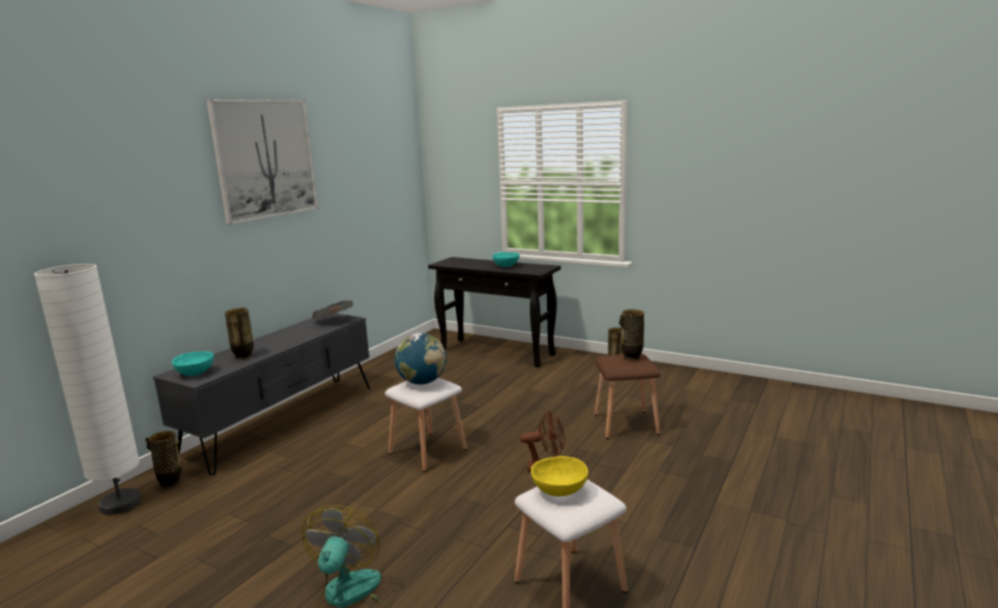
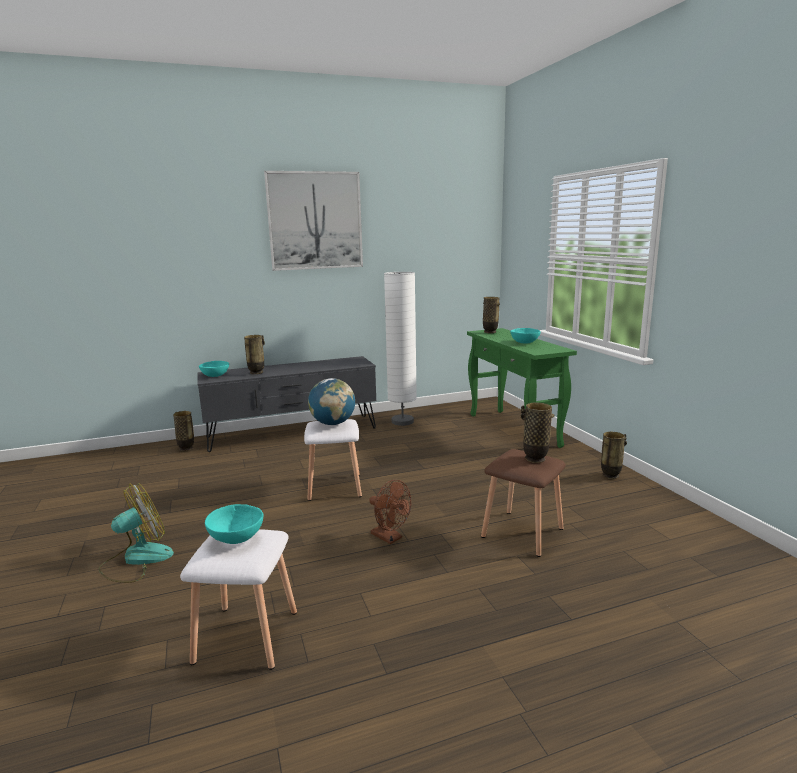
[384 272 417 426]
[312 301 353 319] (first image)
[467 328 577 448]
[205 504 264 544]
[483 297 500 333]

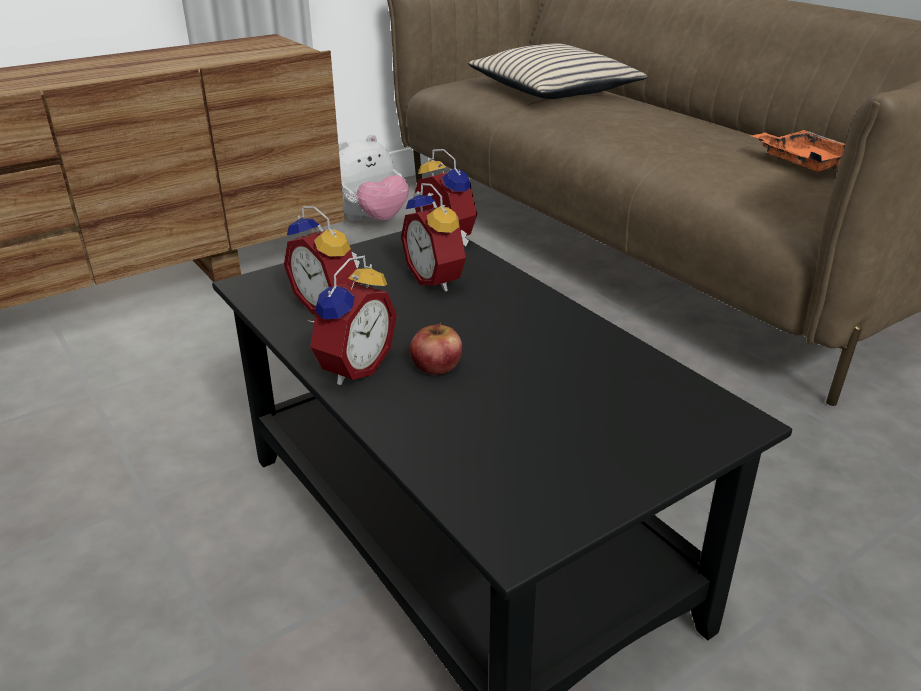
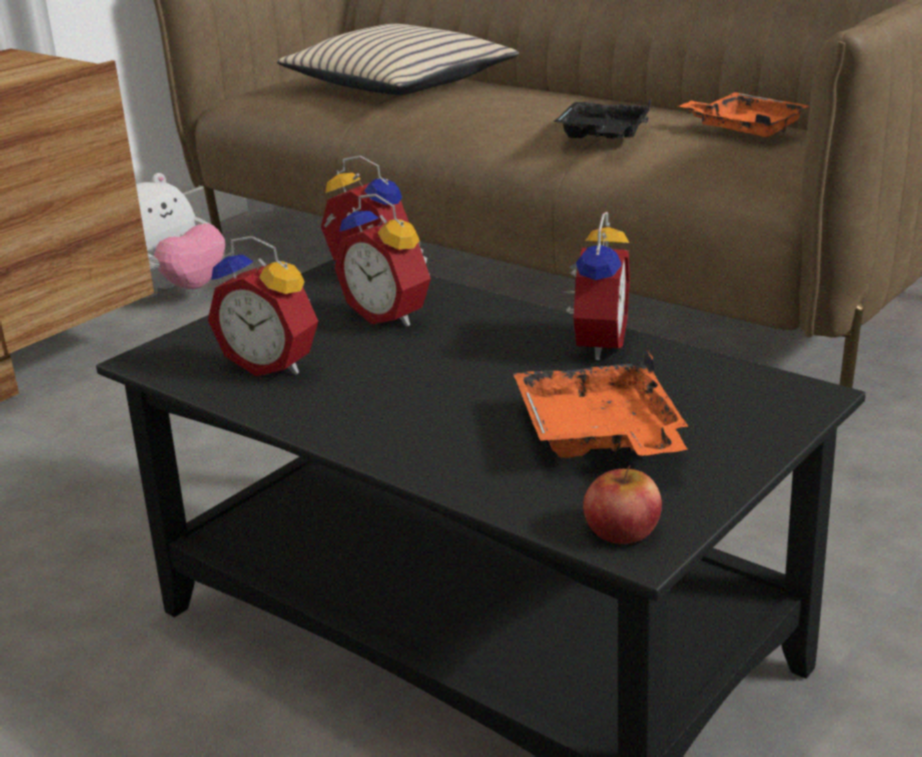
[561 212 630 360]
[583 465 662 544]
[513 350 688 458]
[554 99 652 139]

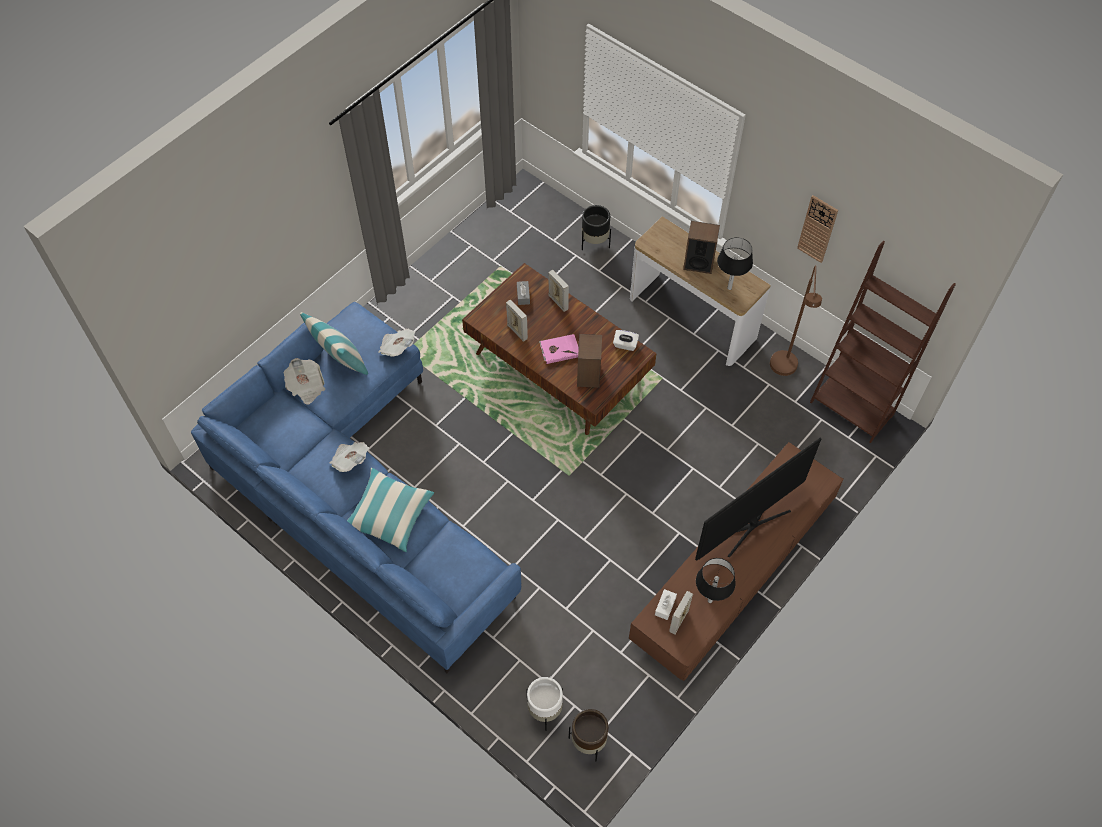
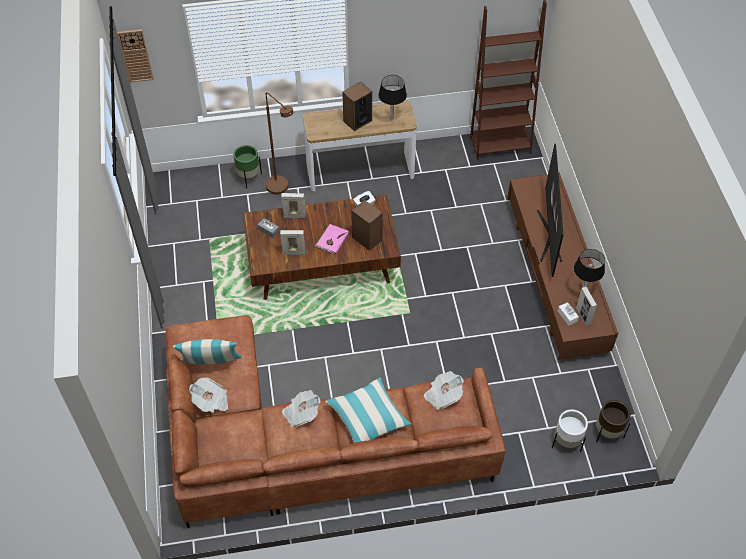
[166 315 505 528]
[424 371 464 410]
[233 145 262 189]
[266 92 294 195]
[117 29 154 83]

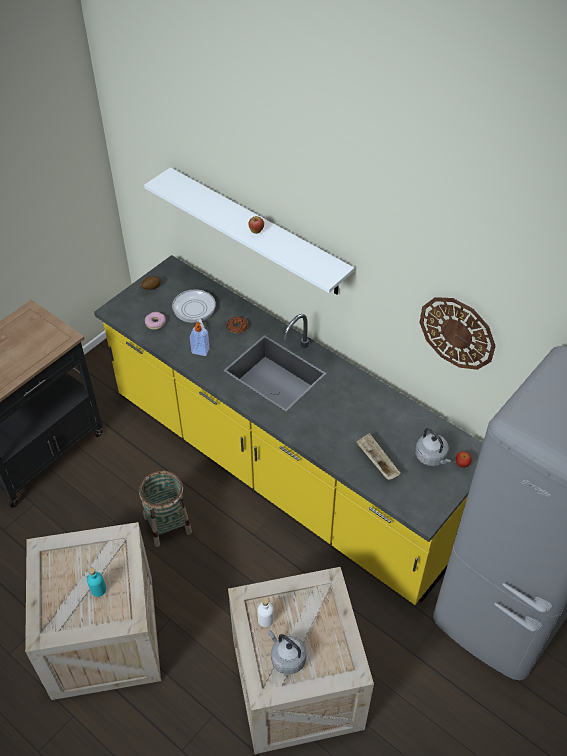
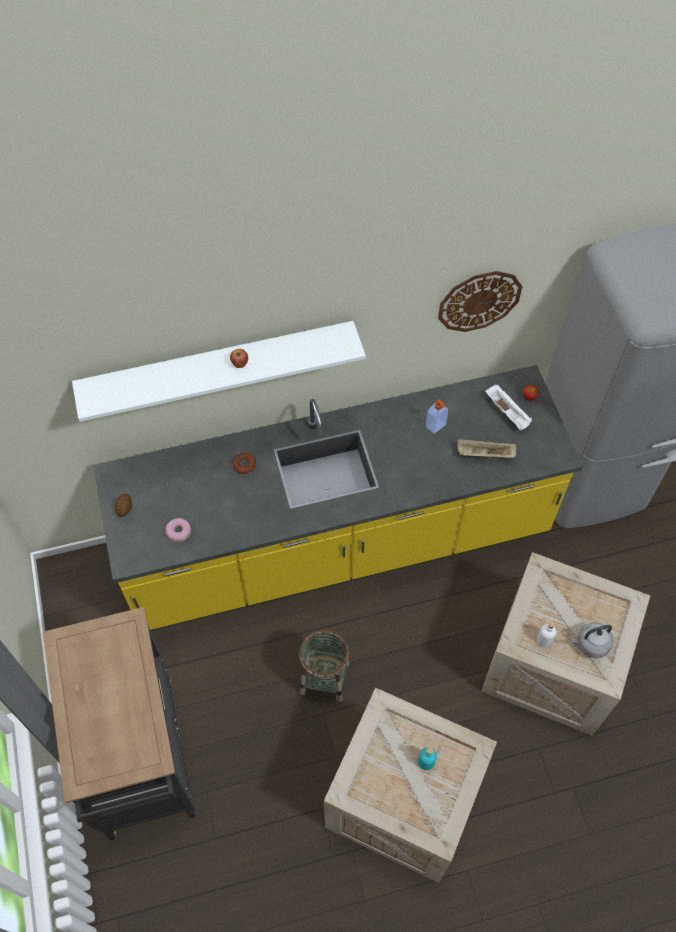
[172 289 216 328] (first image)
[426 399 448 434]
[485 385 532 430]

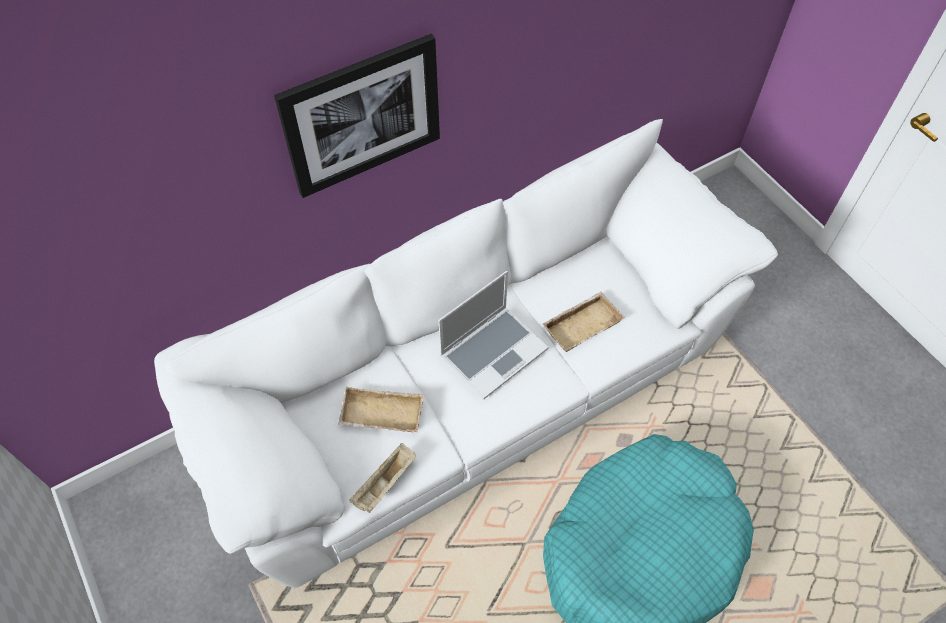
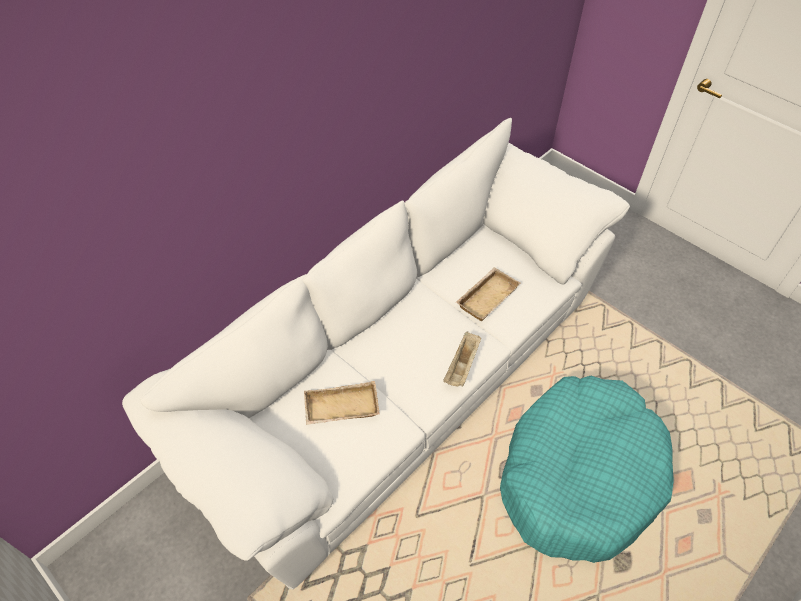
[274 34 440 198] (first image)
[443 331 481 387]
[439 271 548 400] (first image)

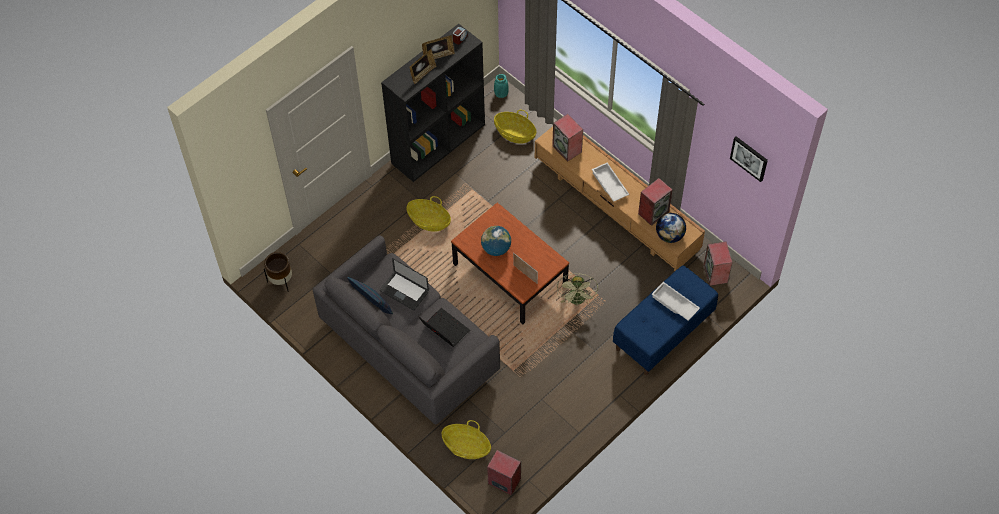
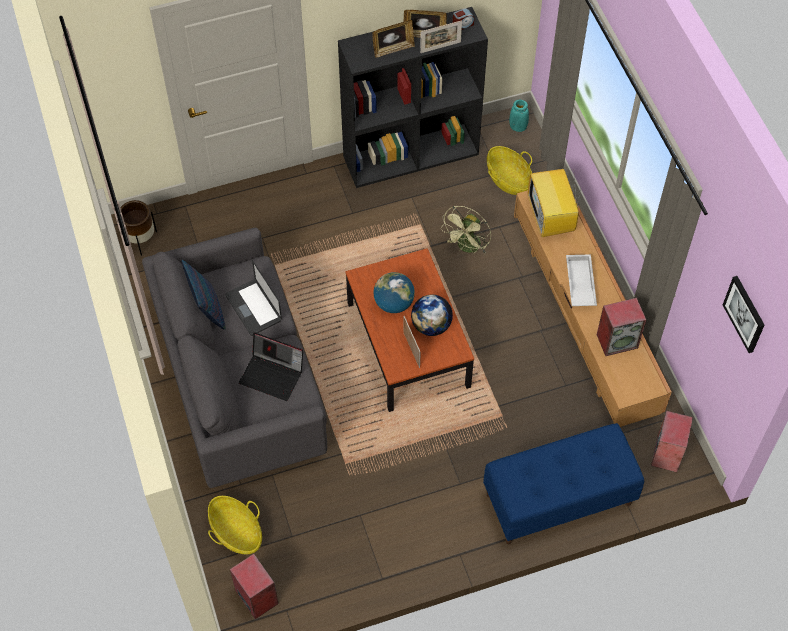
[407 196 451 232] (first image)
[239 332 303 401]
[528 169 581 237]
[440 206 491 254]
[652 282 700 321] (first image)
[411 295 453 336]
[420 20 462 53]

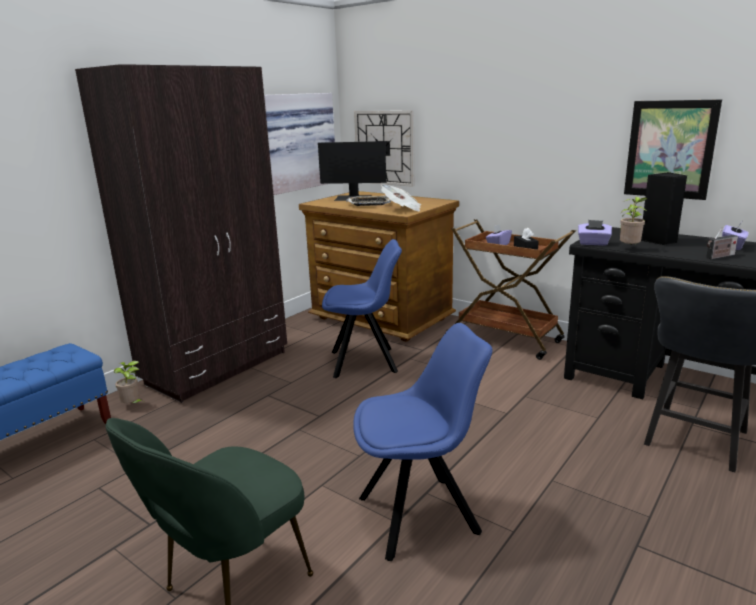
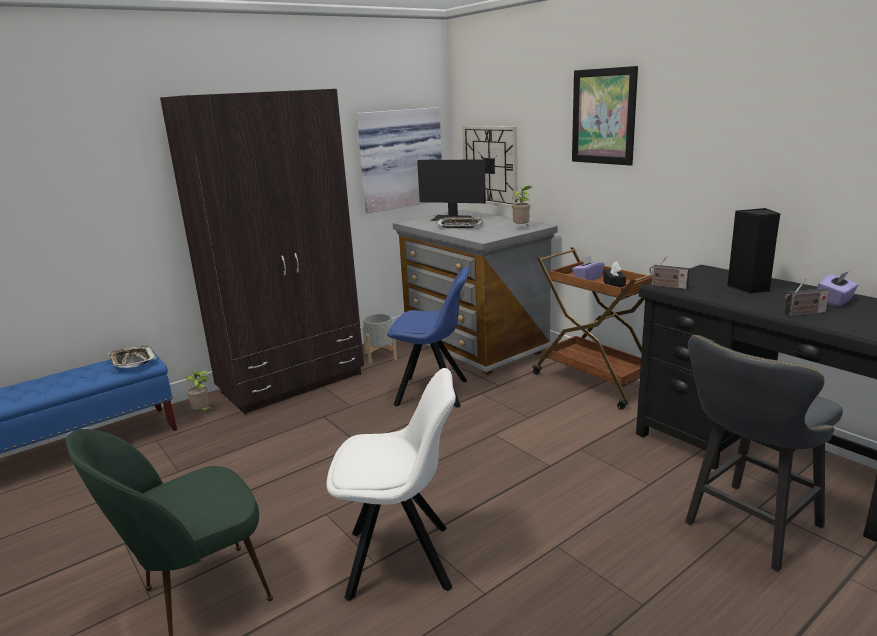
[393 210 558 375]
[327 368 456 601]
[381 184 421 211] (first image)
[649 256 690 289]
[512 185 531 225]
[572 66 638 166]
[108 346 156 368]
[362 314 397 364]

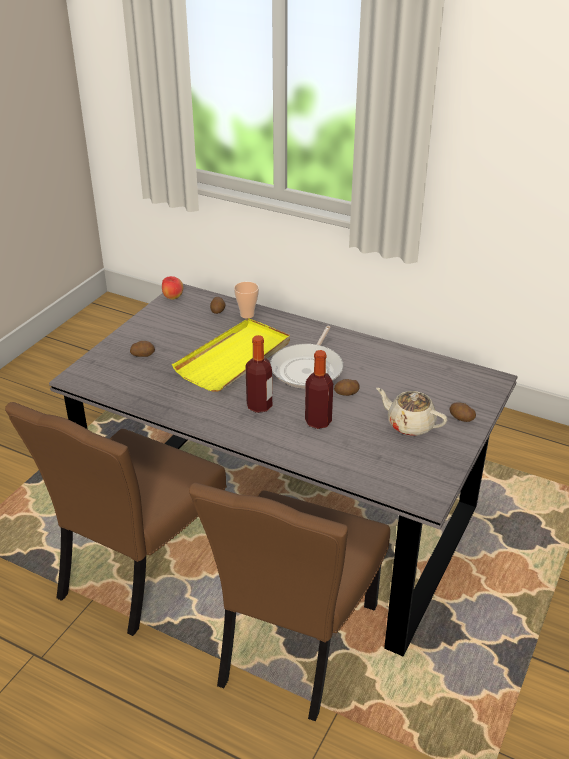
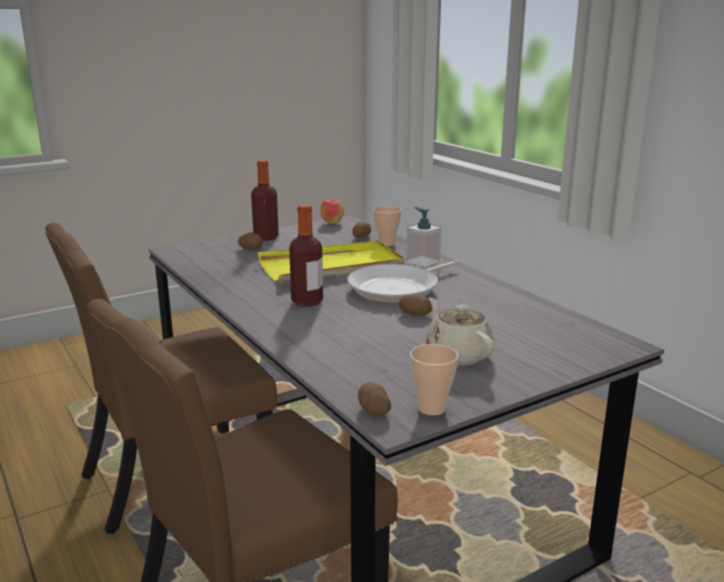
[251 160 279 241]
[358 382 391 416]
[406 207 441 267]
[410 344 458 416]

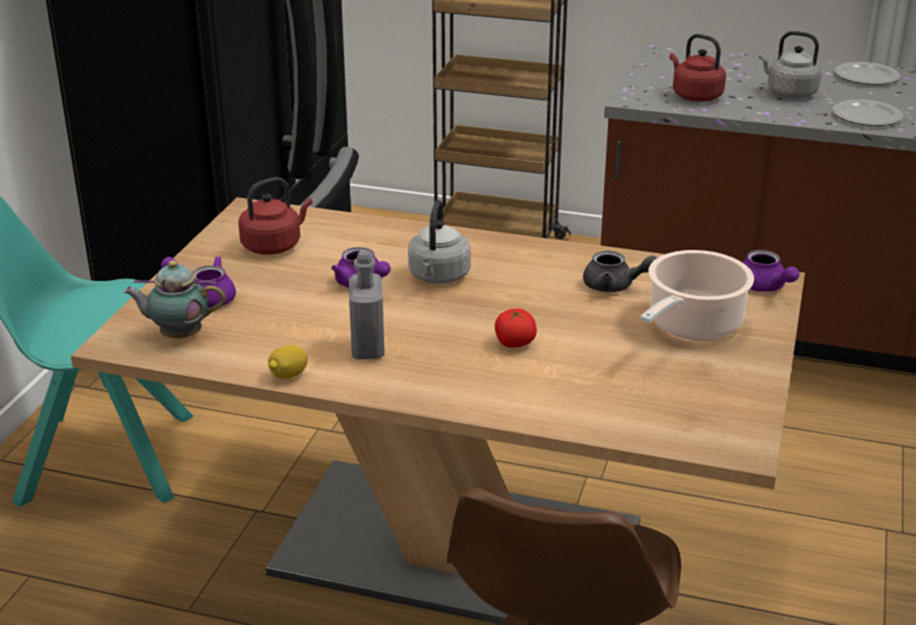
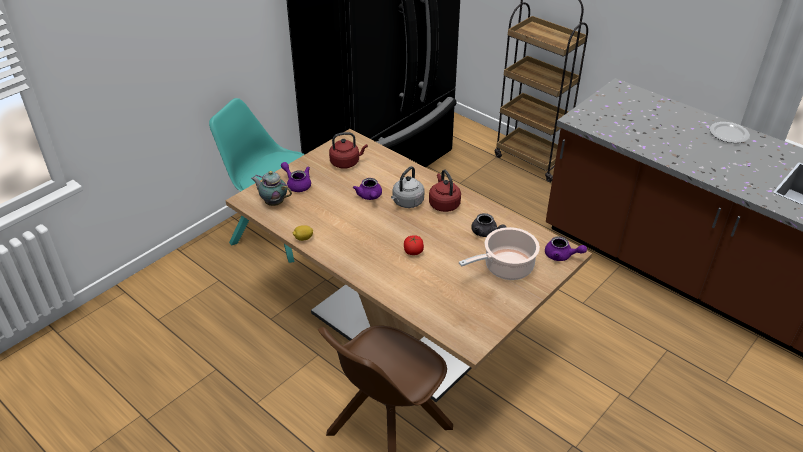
[349 250 385 360] (first image)
[429 170 461 212]
[545 236 587 261]
[759 31 822 98] (first image)
[833 100 903 126] (first image)

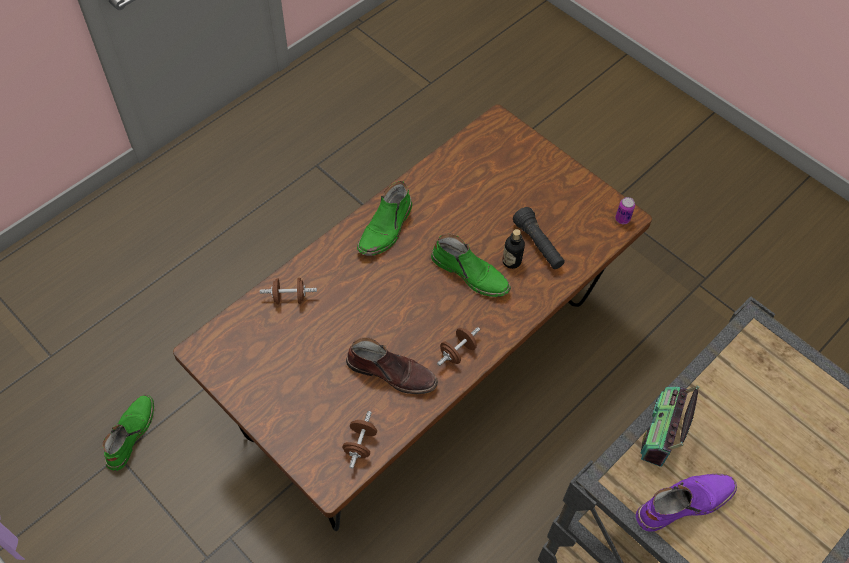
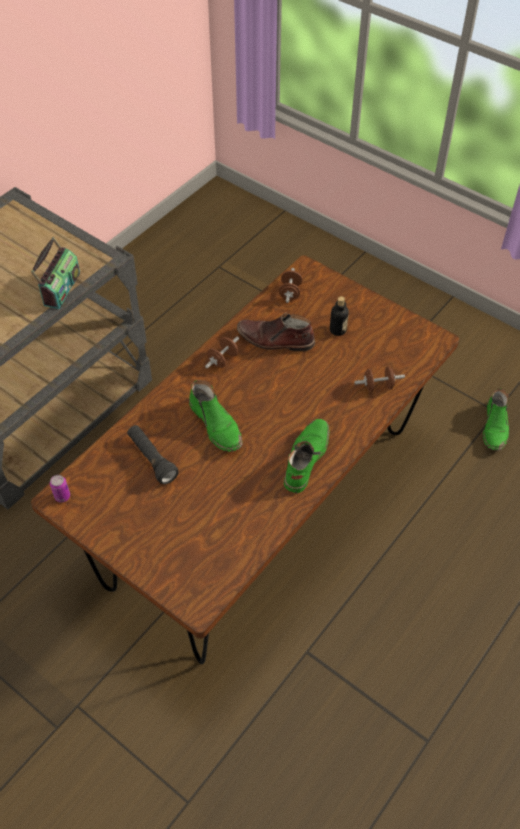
[189 380 243 452]
[330 296 349 336]
[636 473 737 532] (first image)

